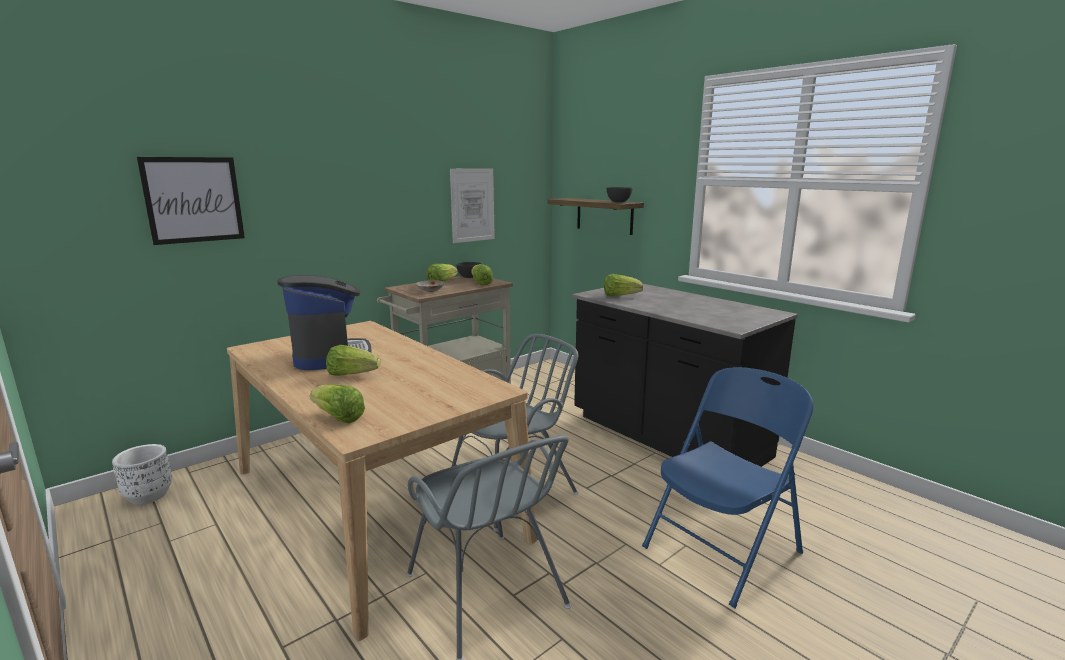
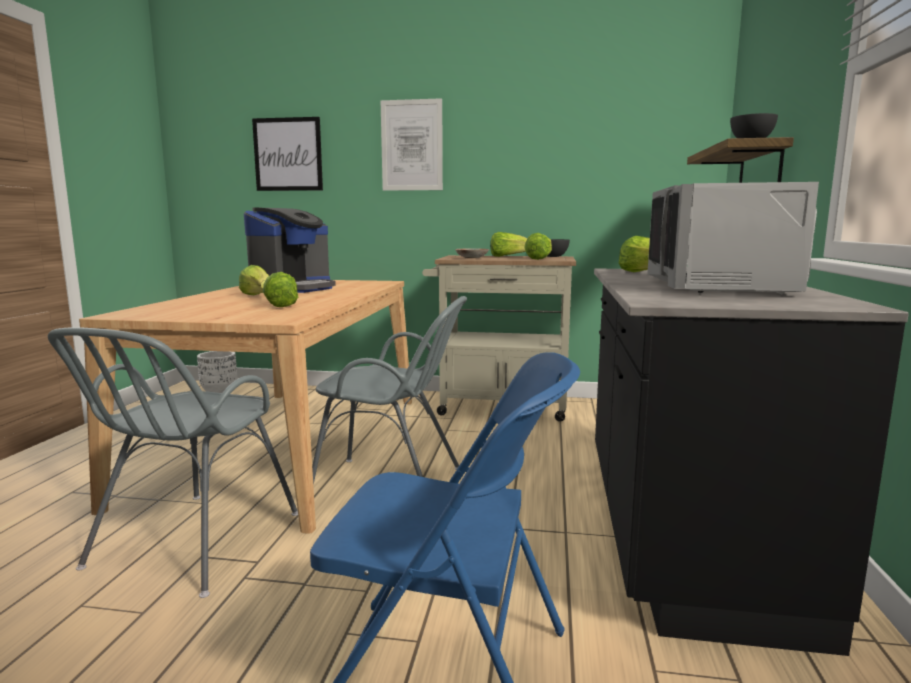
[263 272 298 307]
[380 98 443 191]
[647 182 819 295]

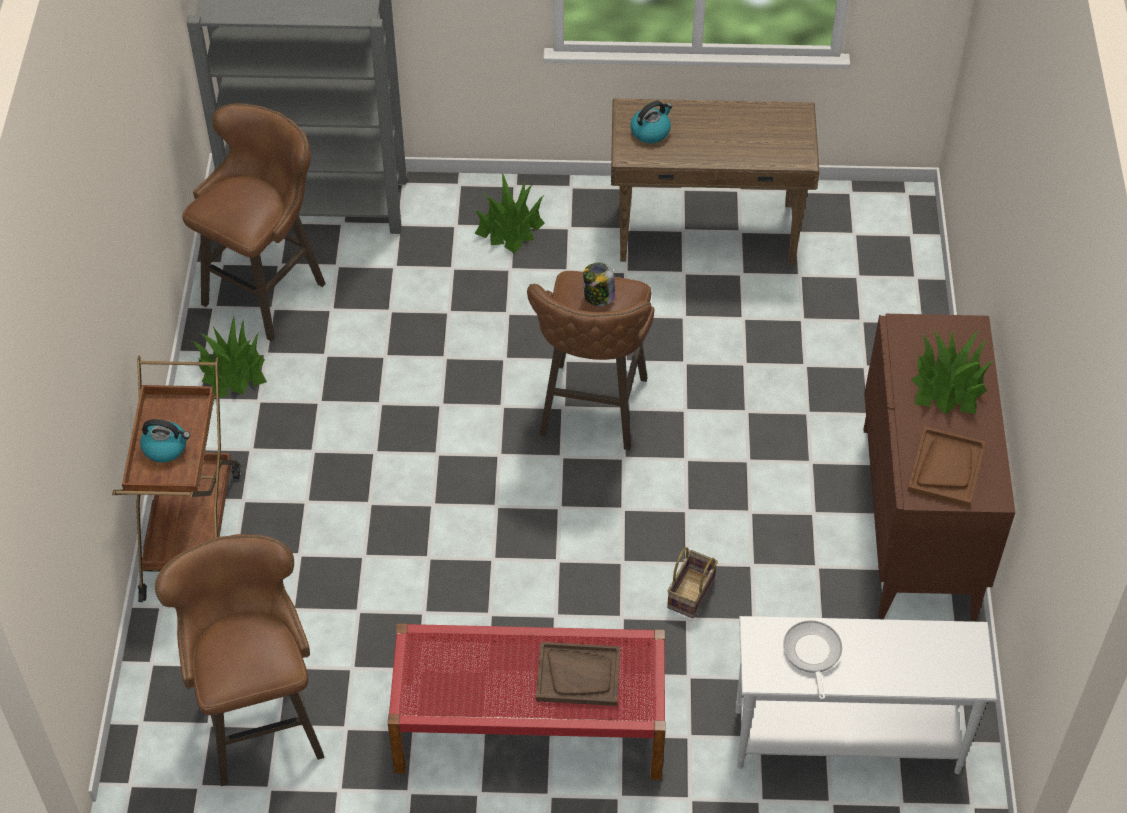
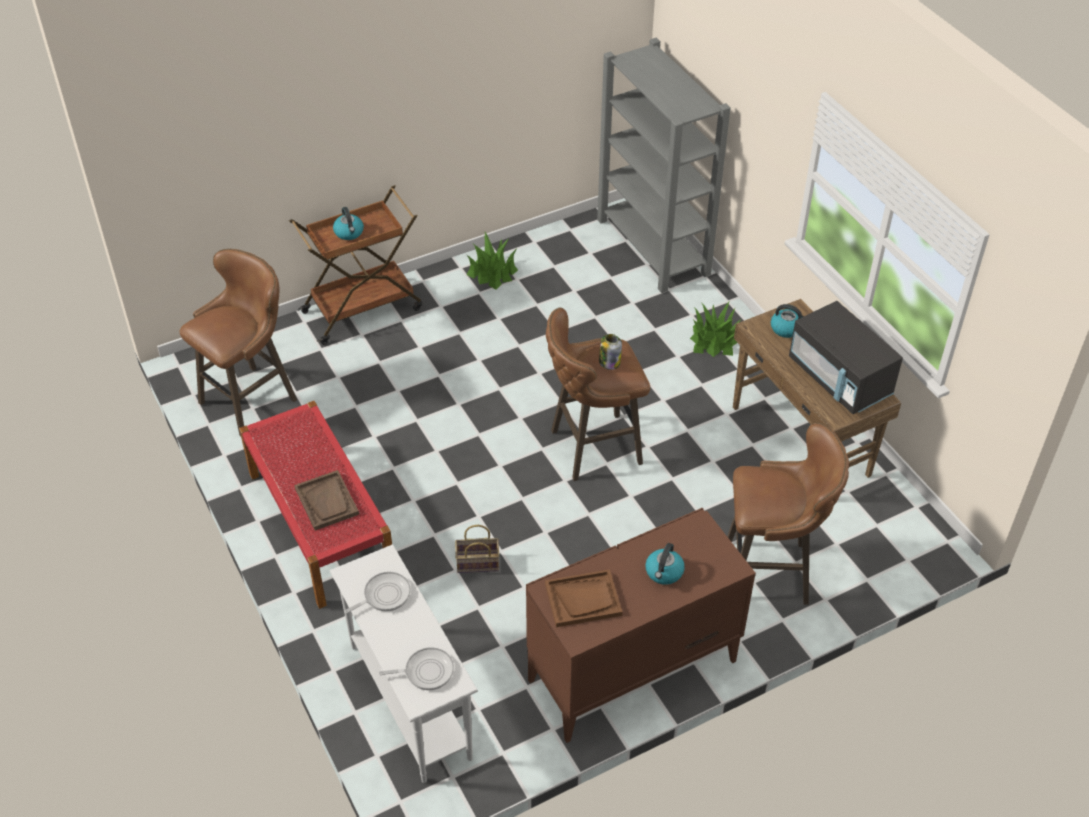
[727 423 849 605]
[645 543 685 585]
[379 647 454 690]
[789 301 903 414]

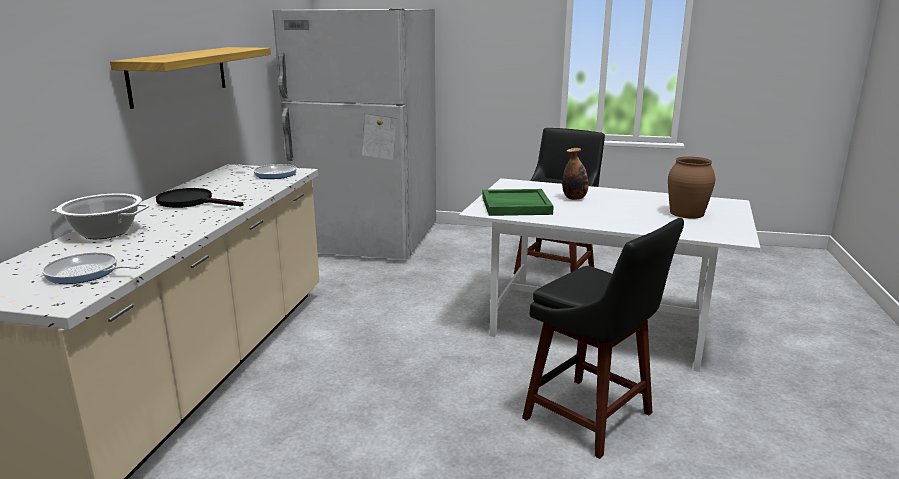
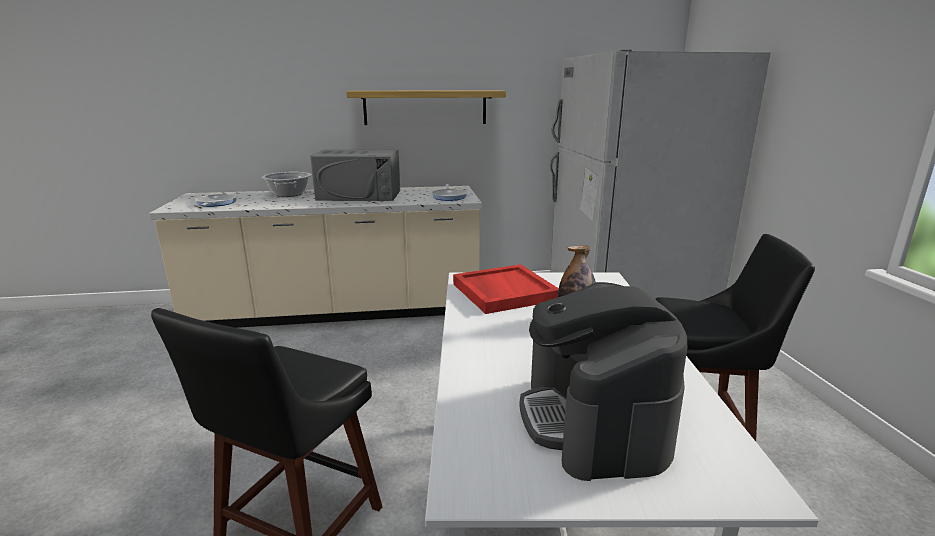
[311 149 400 201]
[453 264 559 314]
[519 282 687 481]

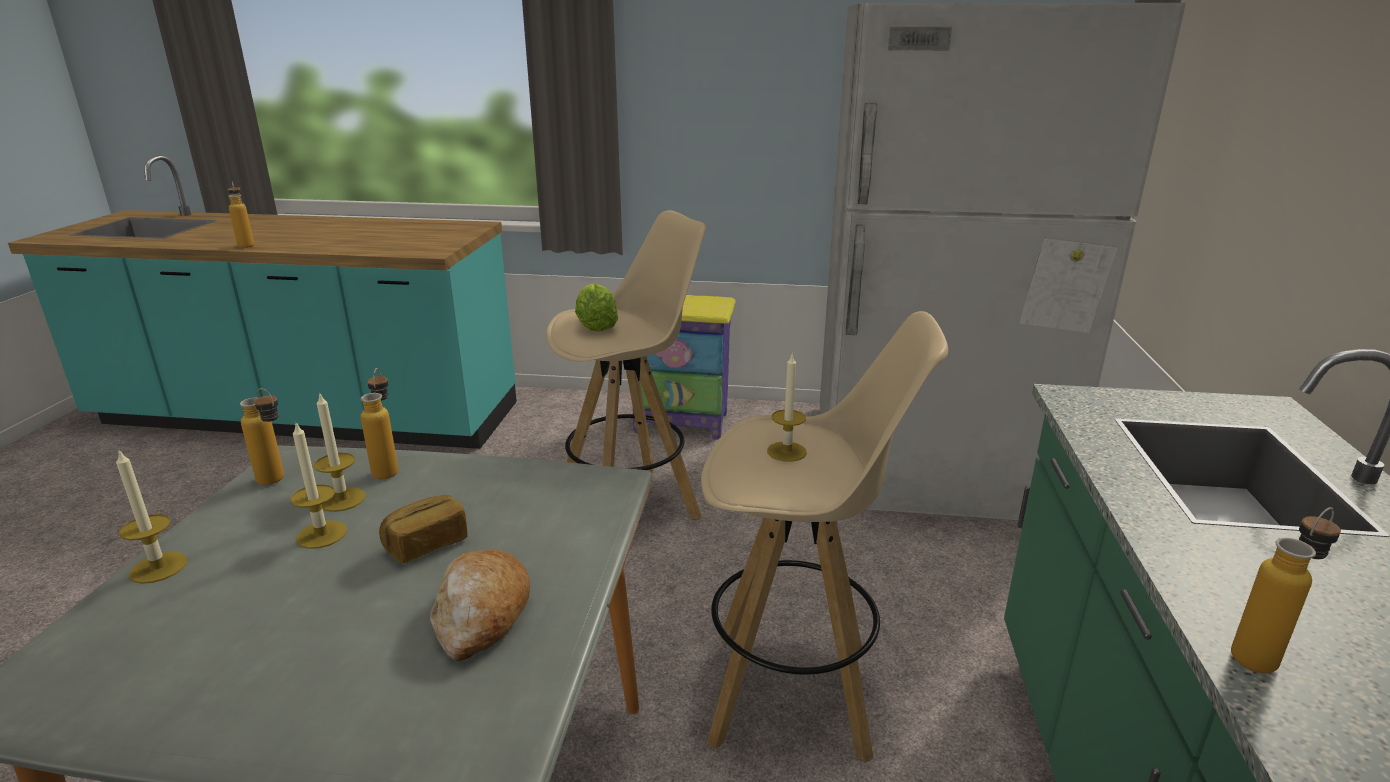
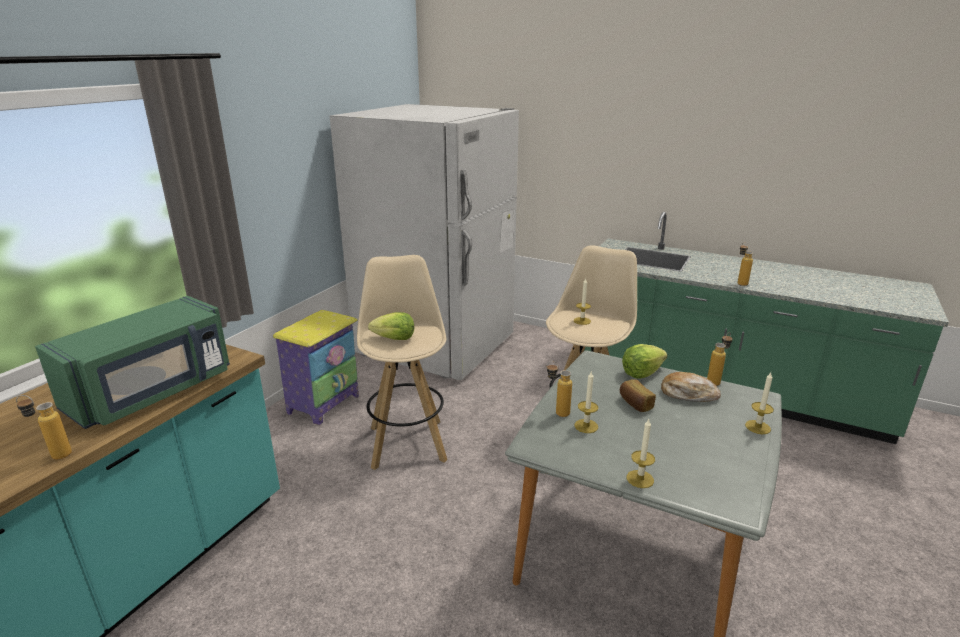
[707 332 732 386]
[745 373 774 434]
[35 296 230 429]
[622 344 667 379]

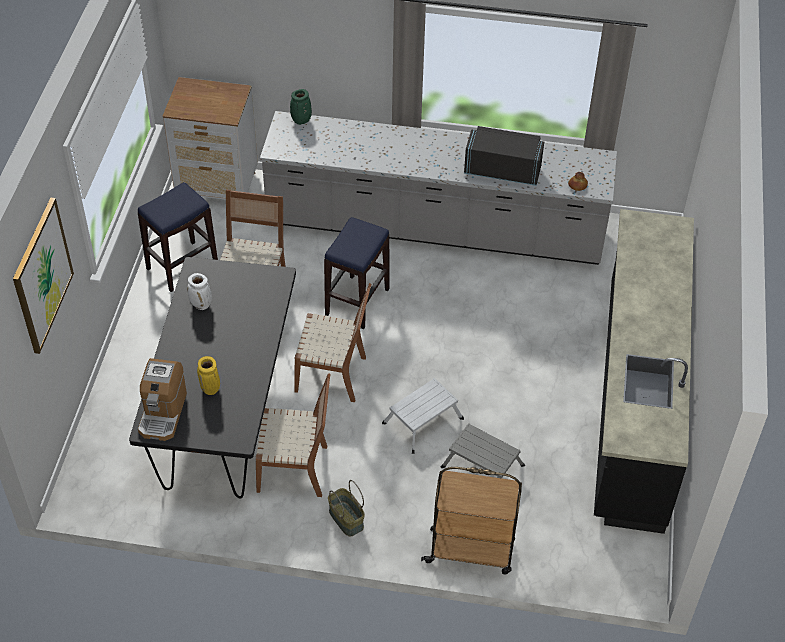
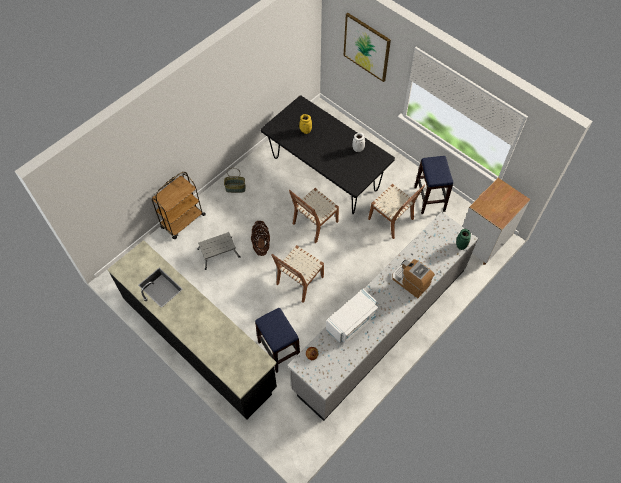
[392 259 435 299]
[271 245 324 303]
[255 308 300 373]
[251 221 270 256]
[326 289 378 344]

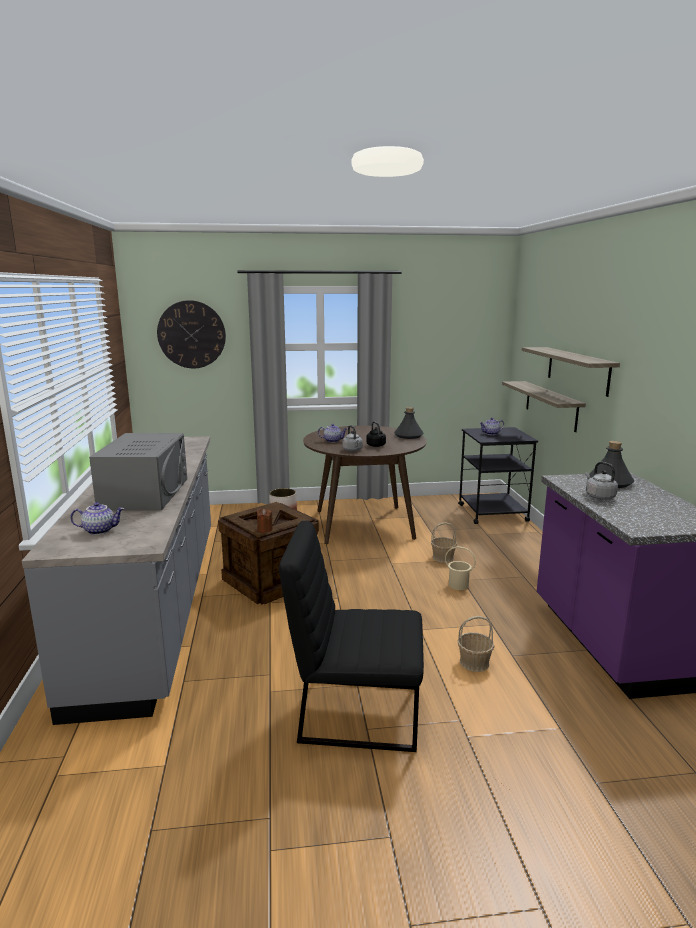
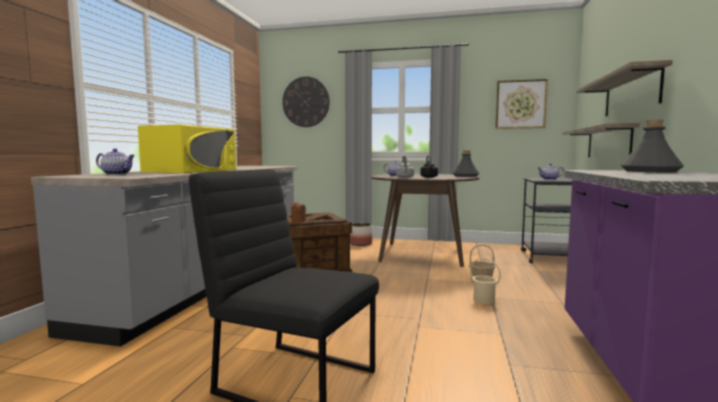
[138 124 236 173]
[457 616 495 672] (first image)
[585 462 618 500] (first image)
[495 79 548 129]

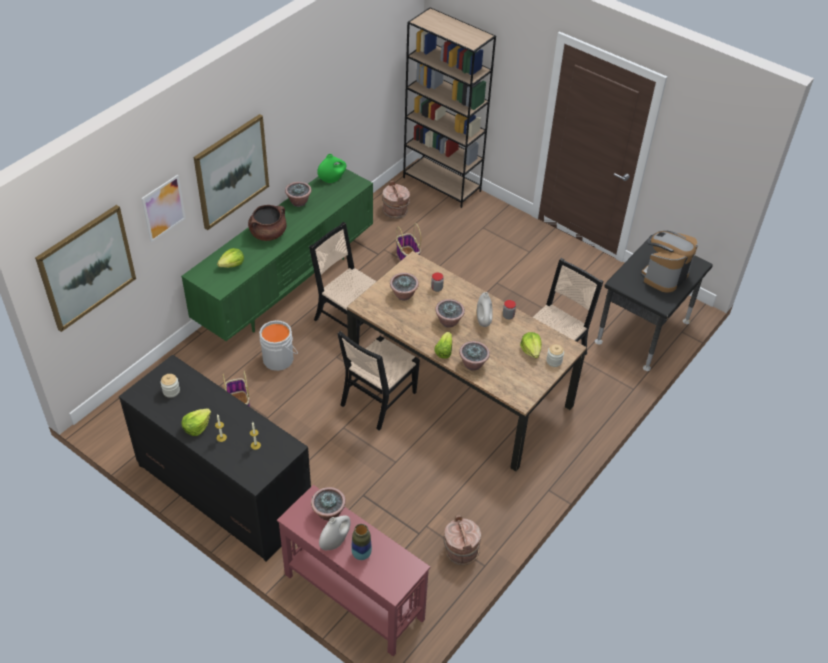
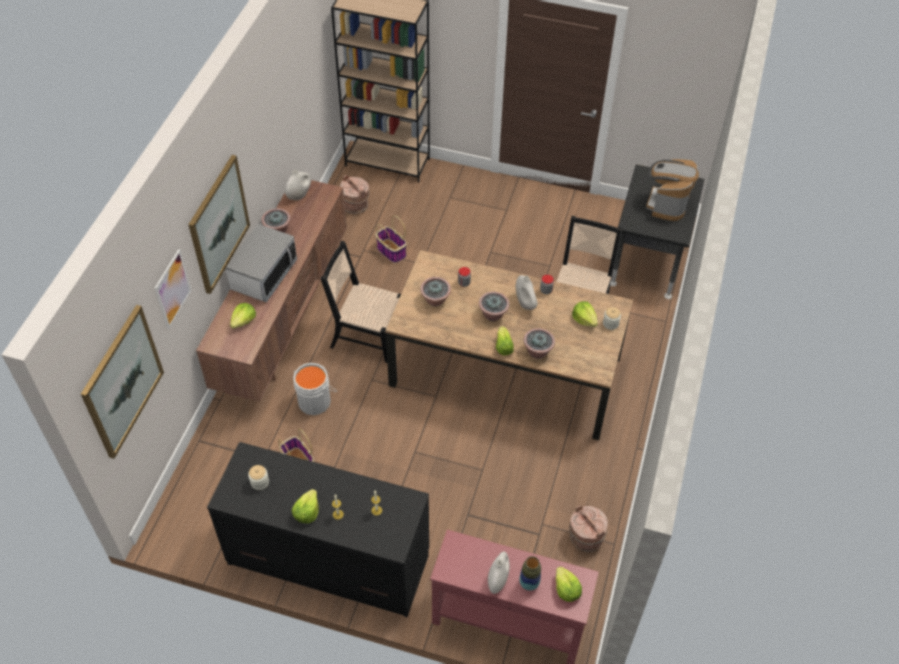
[196 180 347 402]
[226 224 297 302]
[311 487 346 521] (first image)
[285 170 311 200]
[337 331 420 430] (first image)
[556 567 582 602]

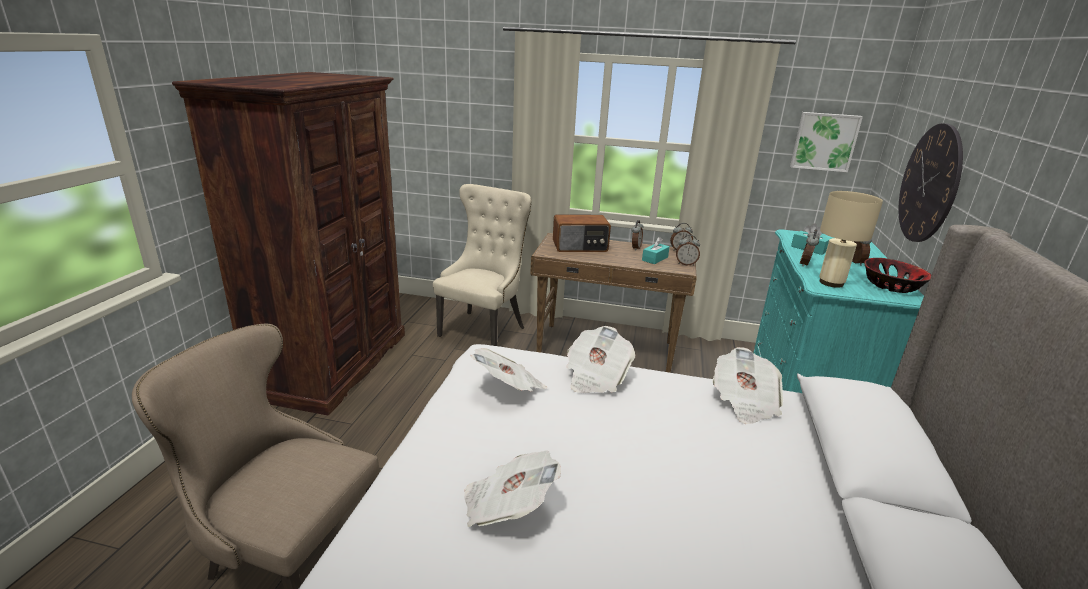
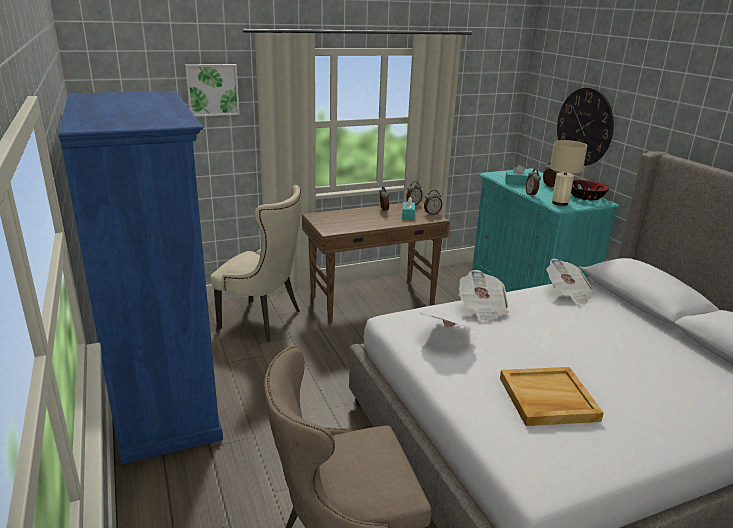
[58 91 223 464]
[210 185 301 342]
[500 367 604 426]
[553 214 611 252] (first image)
[185 64 240 117]

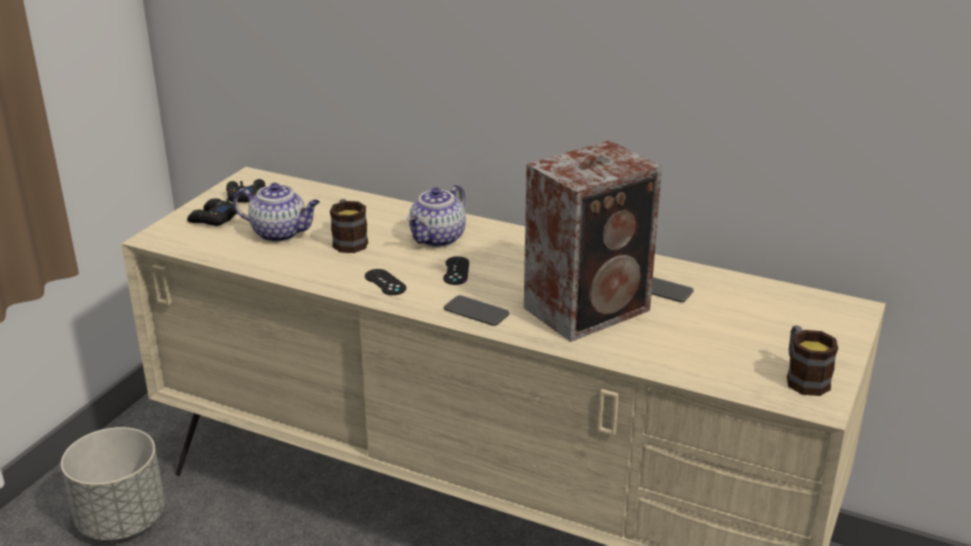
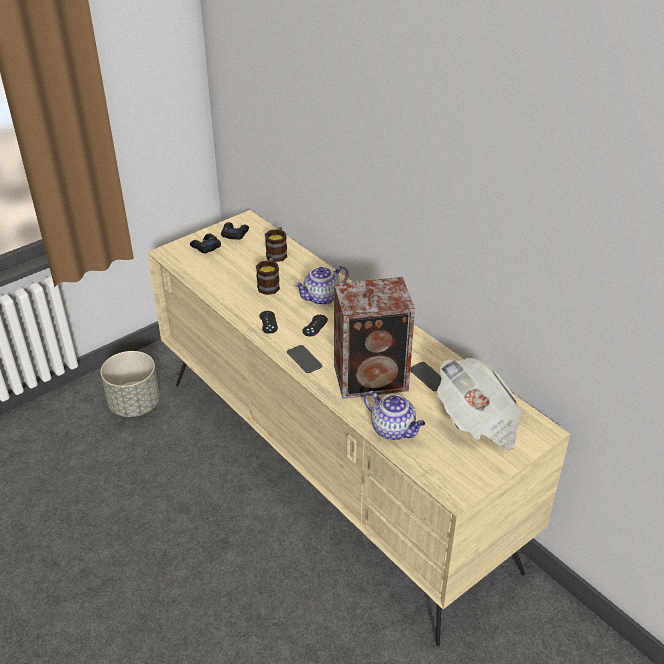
[364 391 426 440]
[265 227 287 262]
[437 358 523 450]

